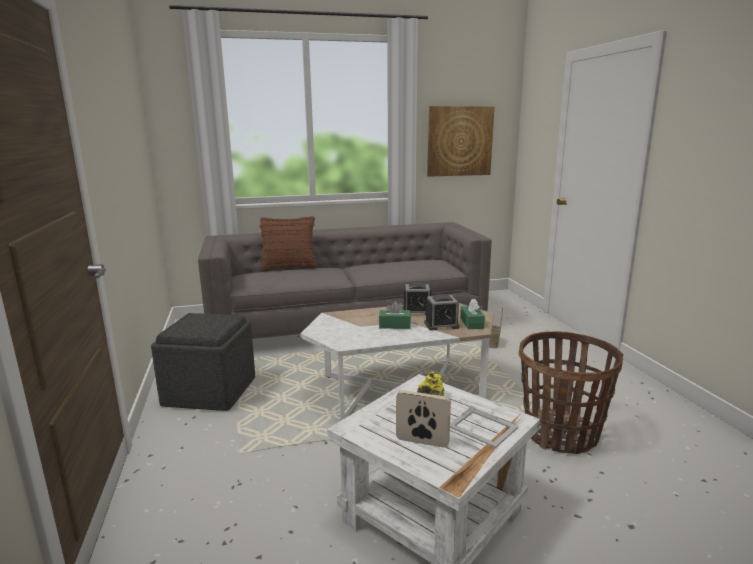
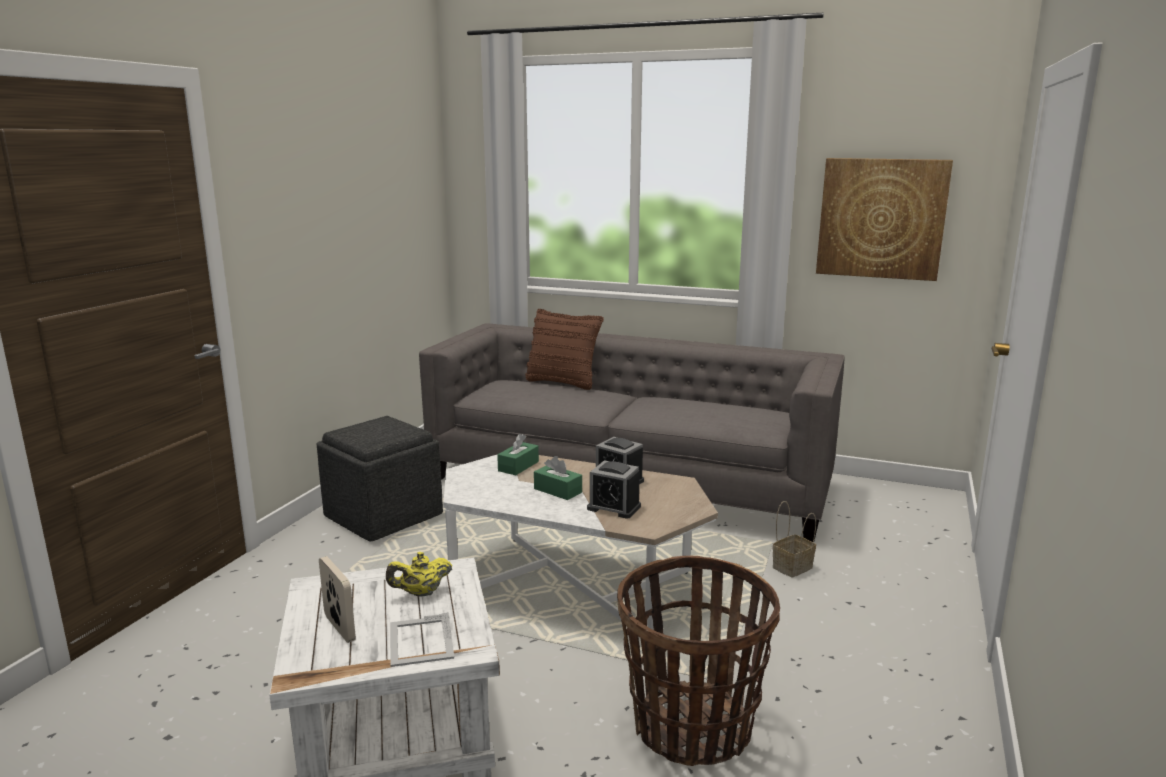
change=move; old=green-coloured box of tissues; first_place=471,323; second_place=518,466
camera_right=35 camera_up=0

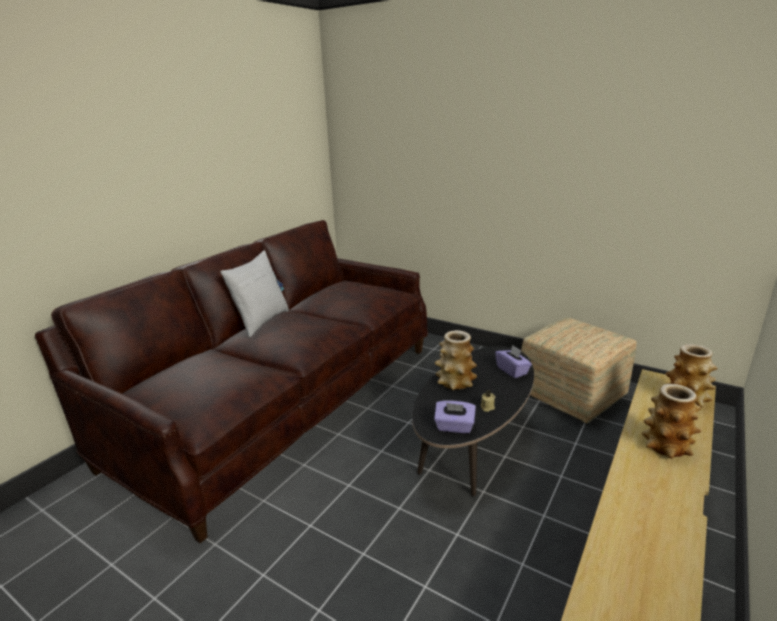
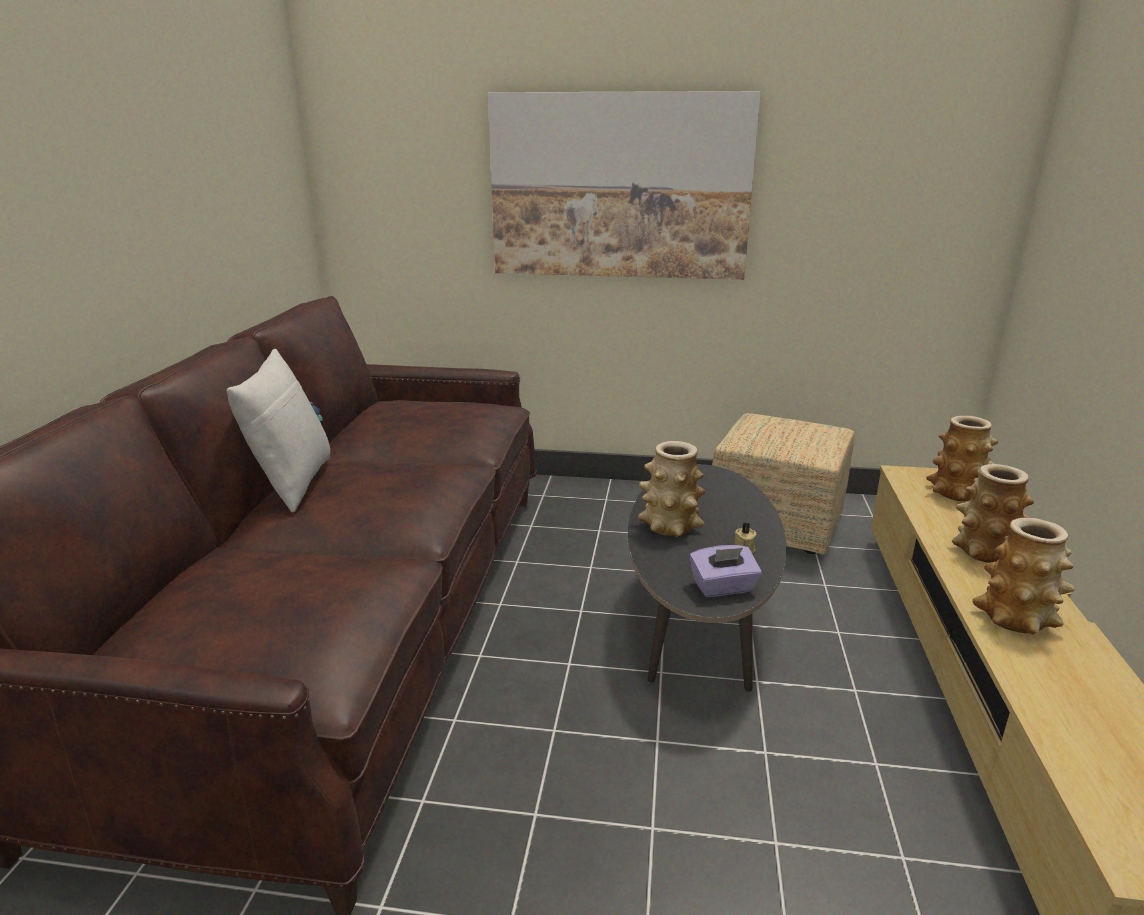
change=delete; old=purple-coloured box of tissues; first_place=512,370
change=insert; new=picture; second_place=619,187
change=insert; new=decorative vase; second_place=1016,618
camera_right=-25 camera_up=0

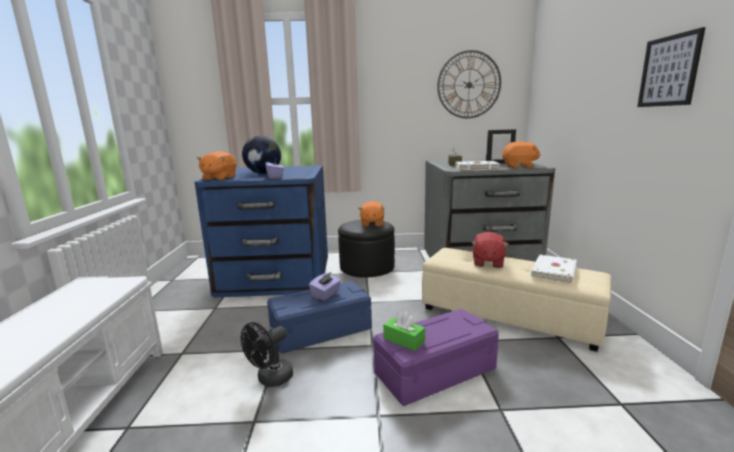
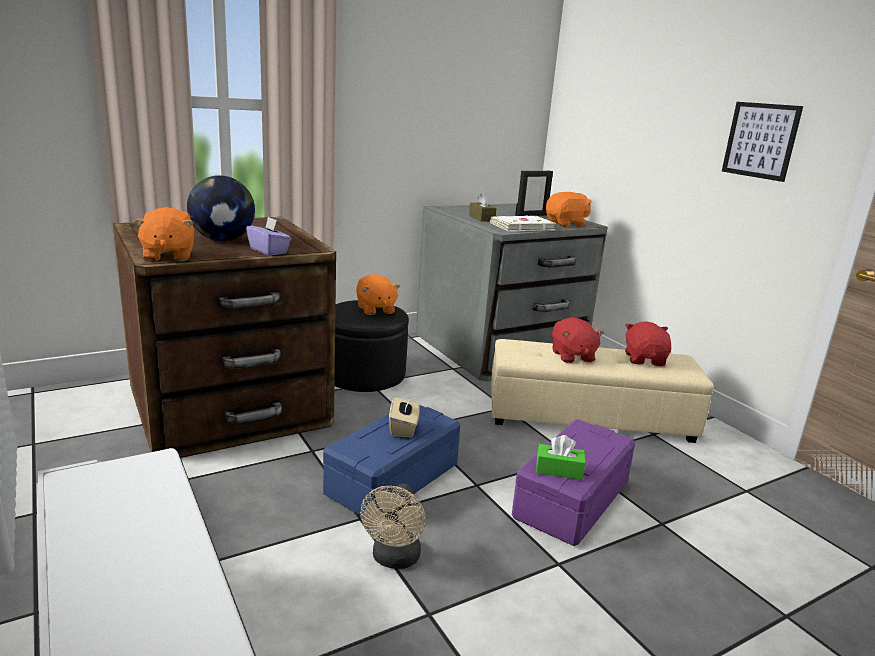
change=delete; old=hanging clock; first_place=469,85
change=recolor; old=blue-coloured drawer chest; new=brown-coloured drawer chest; first_place=276,275; second_place=232,405
change=replace; old=white volume; new=red cuddly toy; first_place=552,271; second_place=645,359
change=recolor; old=purple-coloured box of tissues; new=beige box of tissues; first_place=326,295; second_place=403,428
change=recolor; old=black-coloured fan; new=beige fan; first_place=270,379; second_place=394,559
camera_right=-30 camera_up=5

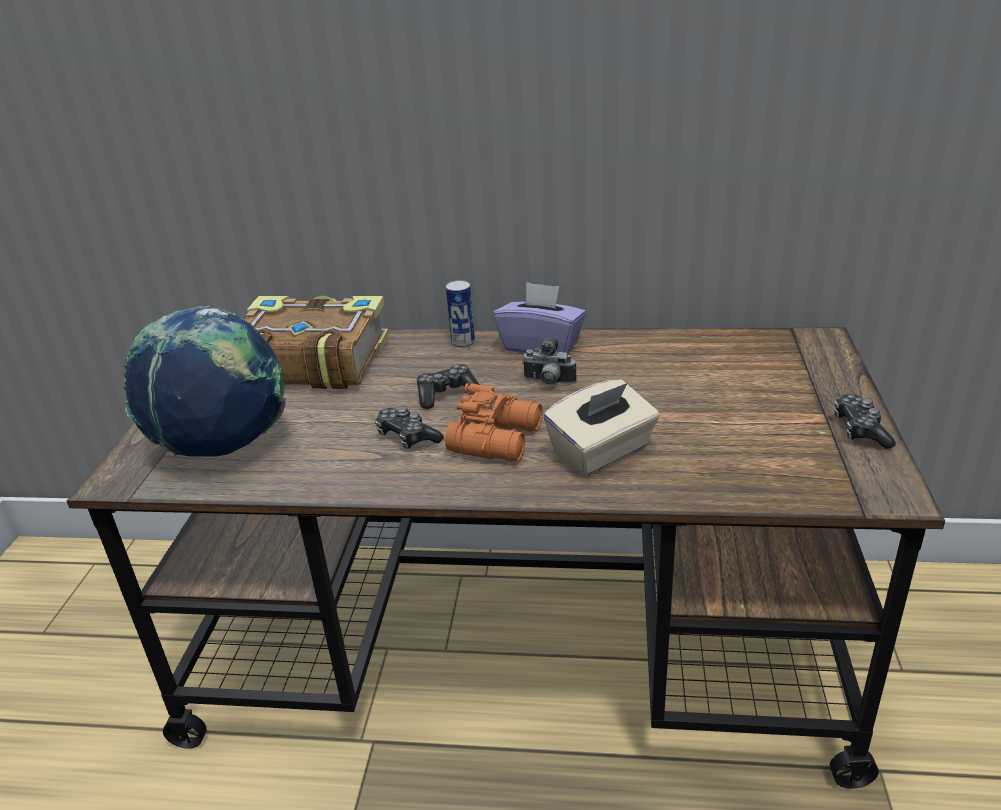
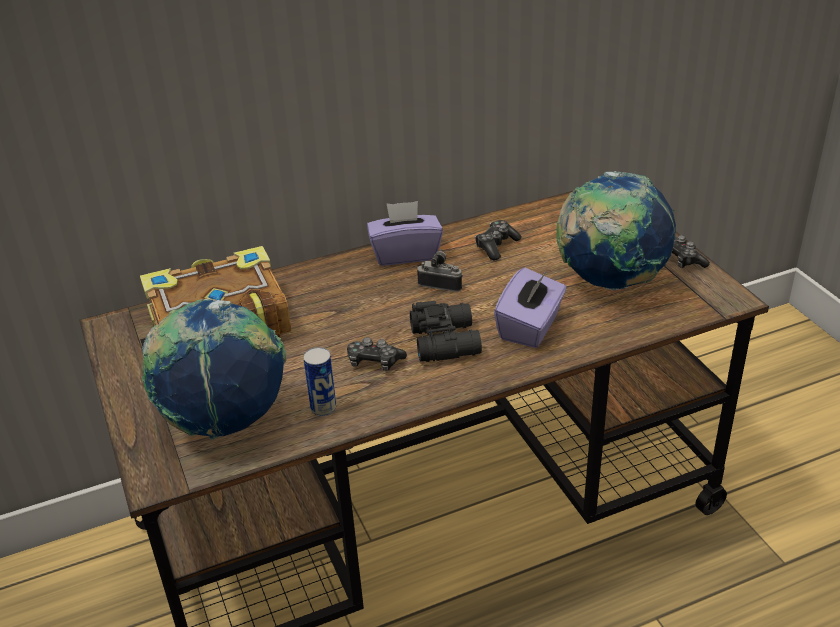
change=move; old=metal can; first_place=463,342; second_place=323,408
change=rotate; old=still camera; first_place=548,383; second_place=441,284; degrees=-150
change=move; old=joypad; first_place=446,394; second_place=496,246
change=recolor; old=beige box of tissues; new=purple-coloured box of tissues; first_place=602,452; second_place=530,327
change=recolor; old=orange-coloured binoculars; new=black-coloured binoculars; first_place=499,439; second_place=446,340
change=insert; new=desk globe; second_place=610,282
camera_right=-30 camera_up=5

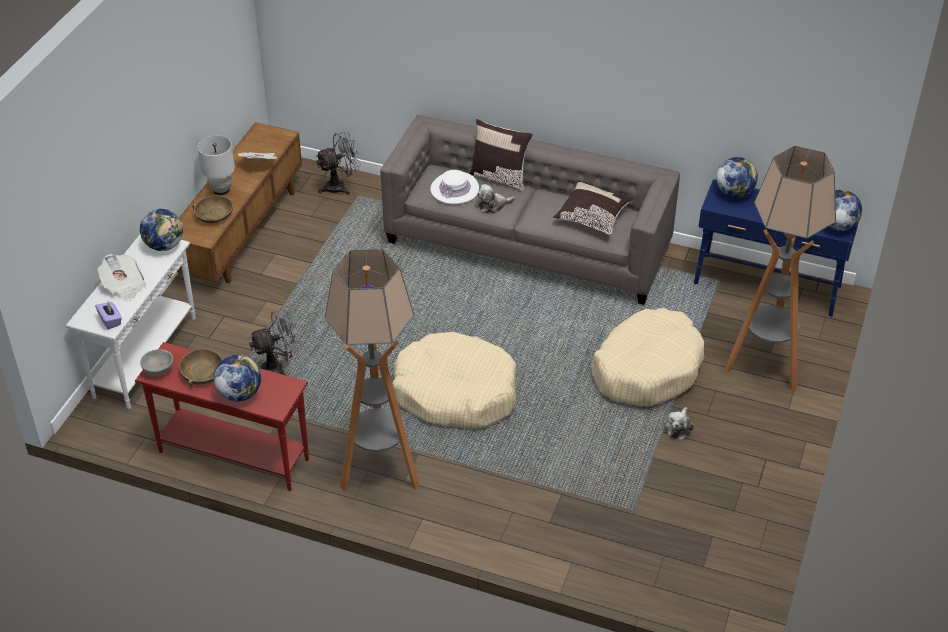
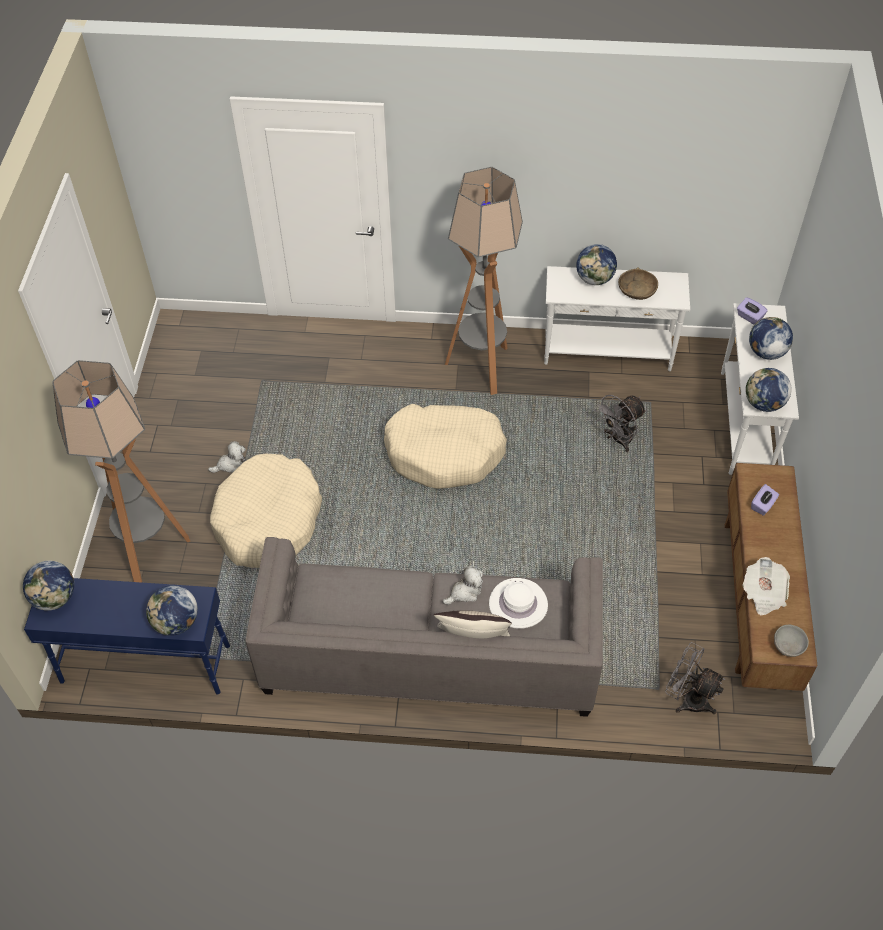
change=rotate; old=gray fan; first_place=340,186; second_place=688,698; degrees=75
change=delete; old=white table lamp; first_place=221,190
change=delete; old=pillow; first_place=593,216
change=replace; old=brown-coloured serving bowl; new=purple-coloured box of tissues; first_place=214,215; second_place=763,505
change=replace; old=newspaper; new=desk globe; first_place=124,286; second_place=766,352
change=recolor; old=red narrow table; new=white narrow table; first_place=232,456; second_place=608,353
change=move; old=gray serving bowl; first_place=158,370; second_place=788,647
change=rotate; old=cuddly toy; first_place=679,427; second_place=231,464; degrees=60
camera_right=165 camera_up=10

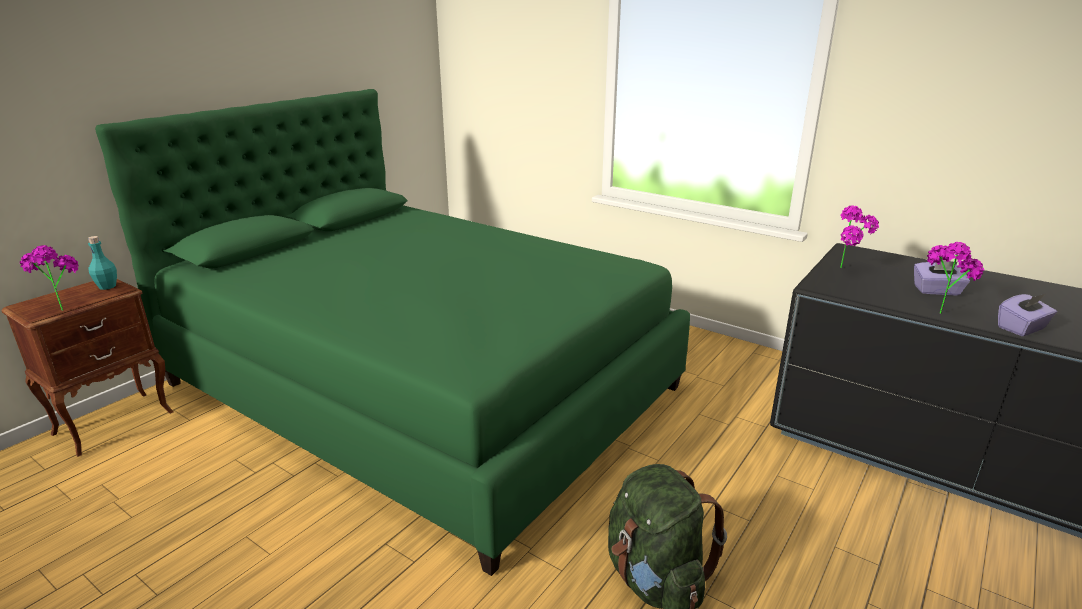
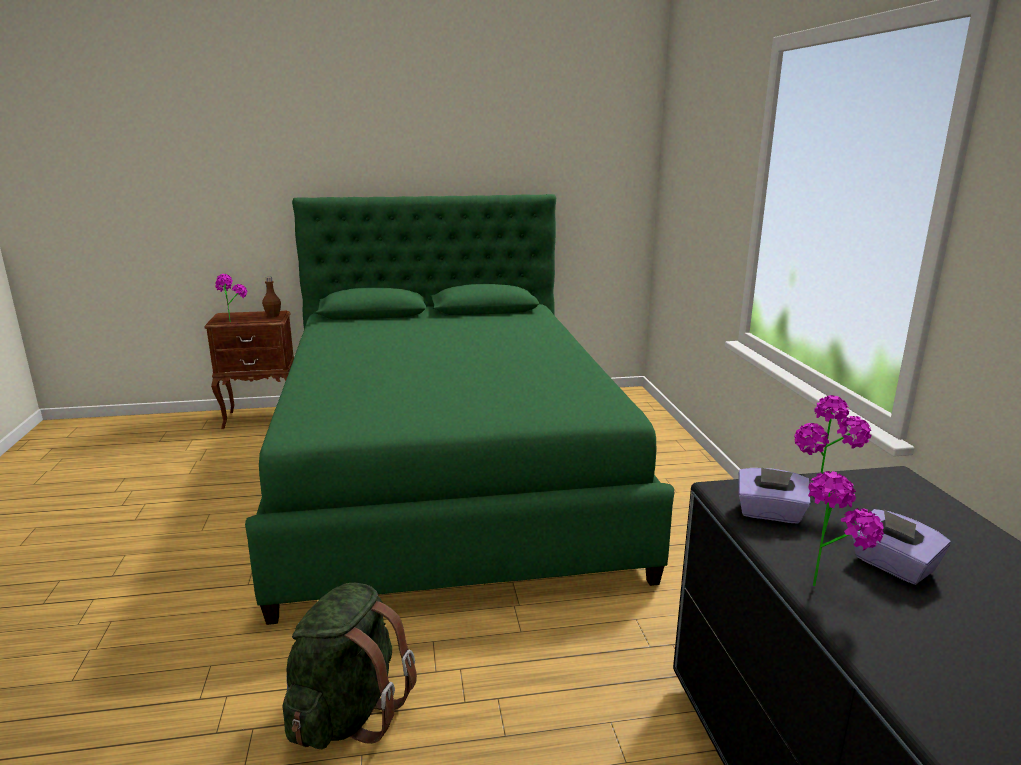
change=recolor; old=turquoise-coloured drink bottle; new=brown-coloured drink bottle; first_place=107,286; second_place=273,315
change=move; old=purple-coloured box of tissues; first_place=1021,328; second_place=770,513
camera_right=45 camera_up=-5

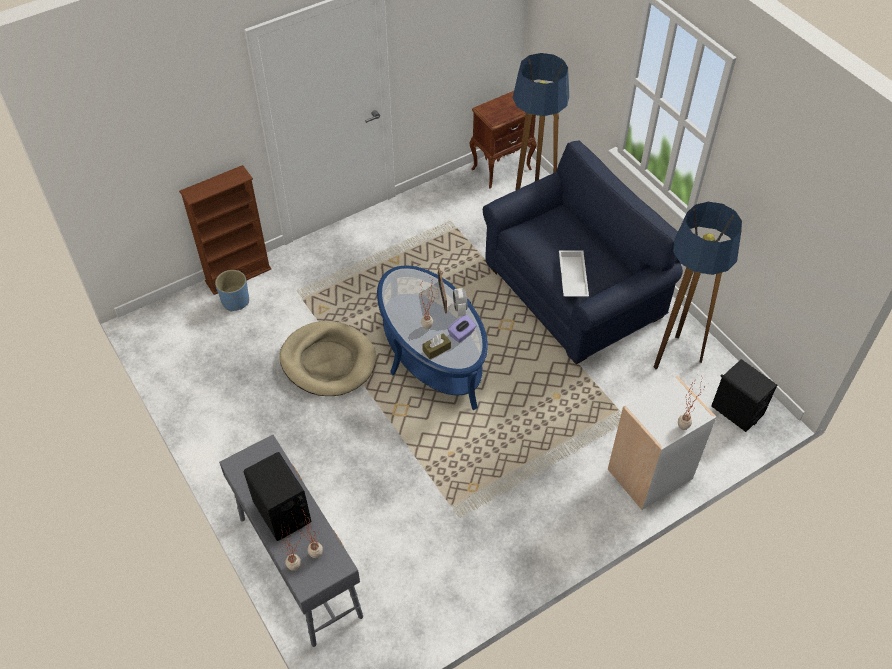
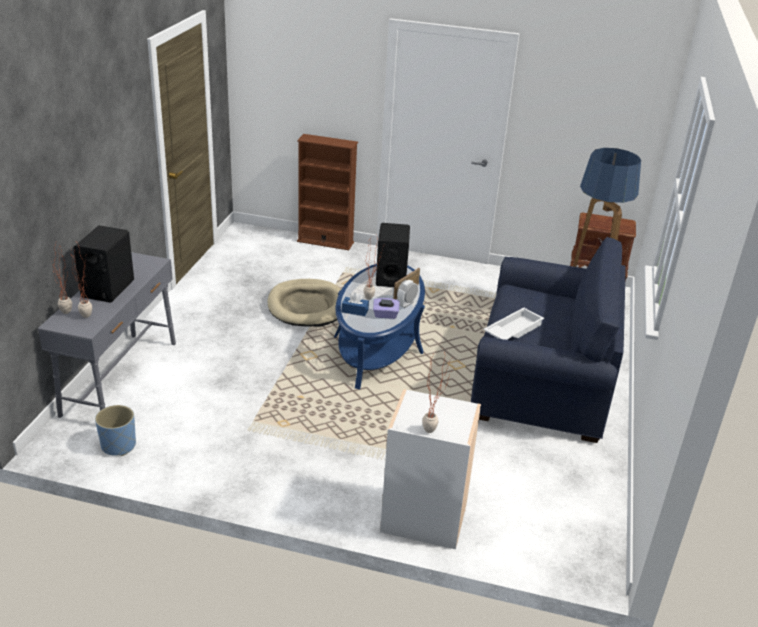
change=delete; old=standard lamp; first_place=673,357
change=move; old=blue-coloured flower pot; first_place=235,301; second_place=118,446
change=recolor; old=brown-coloured box of tissues; new=blue-coloured box of tissues; first_place=436,349; second_place=355,311
change=move; old=black-coloured loudspeaker; first_place=737,410; second_place=391,276
camera_right=45 camera_up=-20

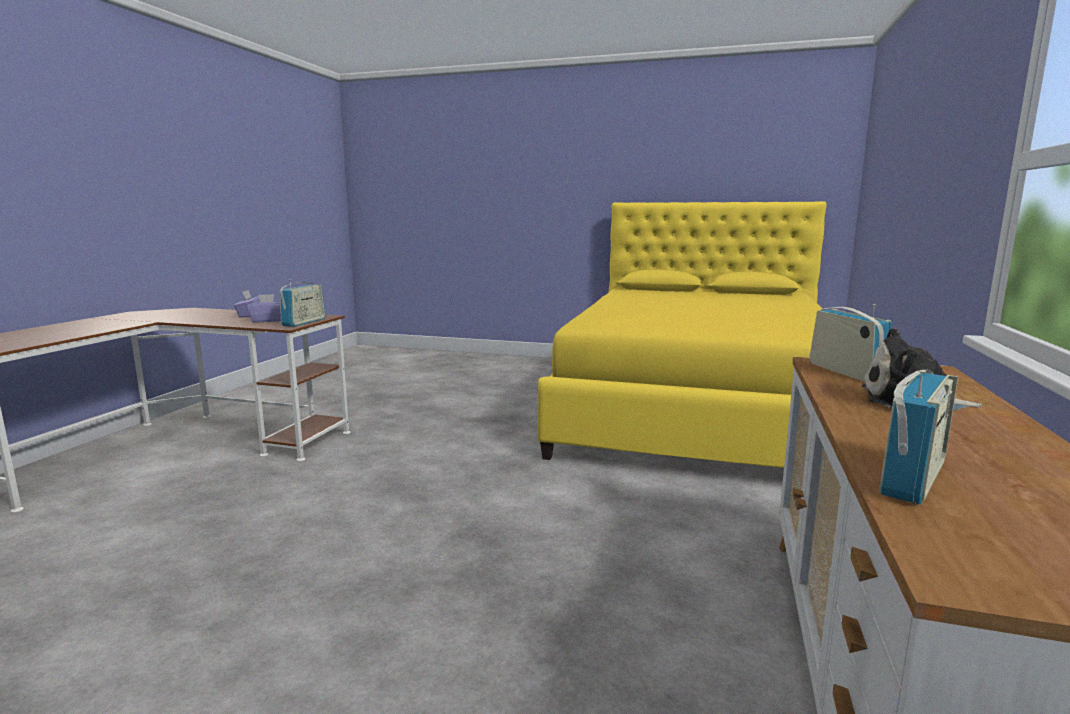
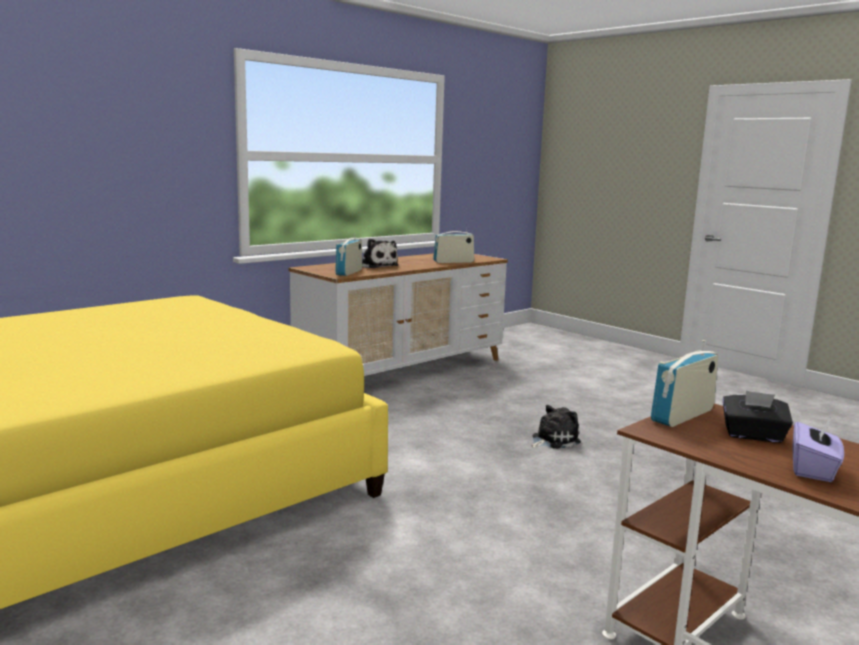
change=recolor; old=purple-coloured box of tissues; new=black-coloured box of tissues; first_place=268,320; second_place=753,435
change=insert; new=cuddly toy; second_place=553,440
camera_right=-150 camera_up=0

